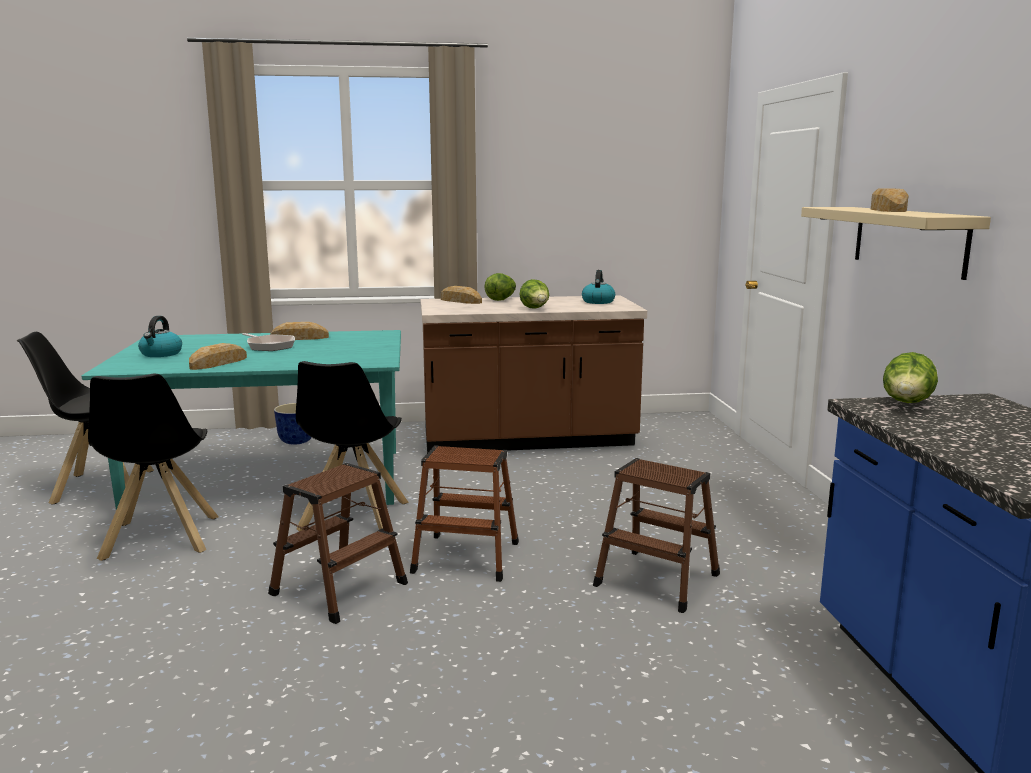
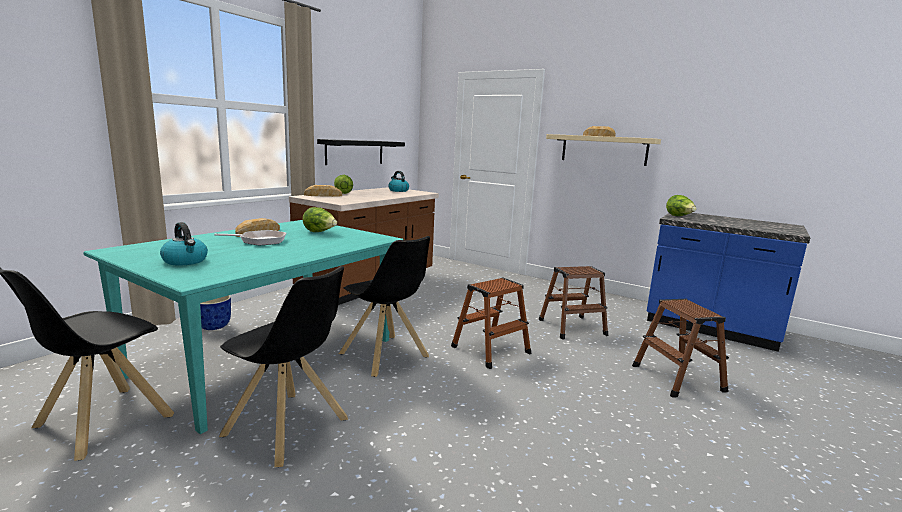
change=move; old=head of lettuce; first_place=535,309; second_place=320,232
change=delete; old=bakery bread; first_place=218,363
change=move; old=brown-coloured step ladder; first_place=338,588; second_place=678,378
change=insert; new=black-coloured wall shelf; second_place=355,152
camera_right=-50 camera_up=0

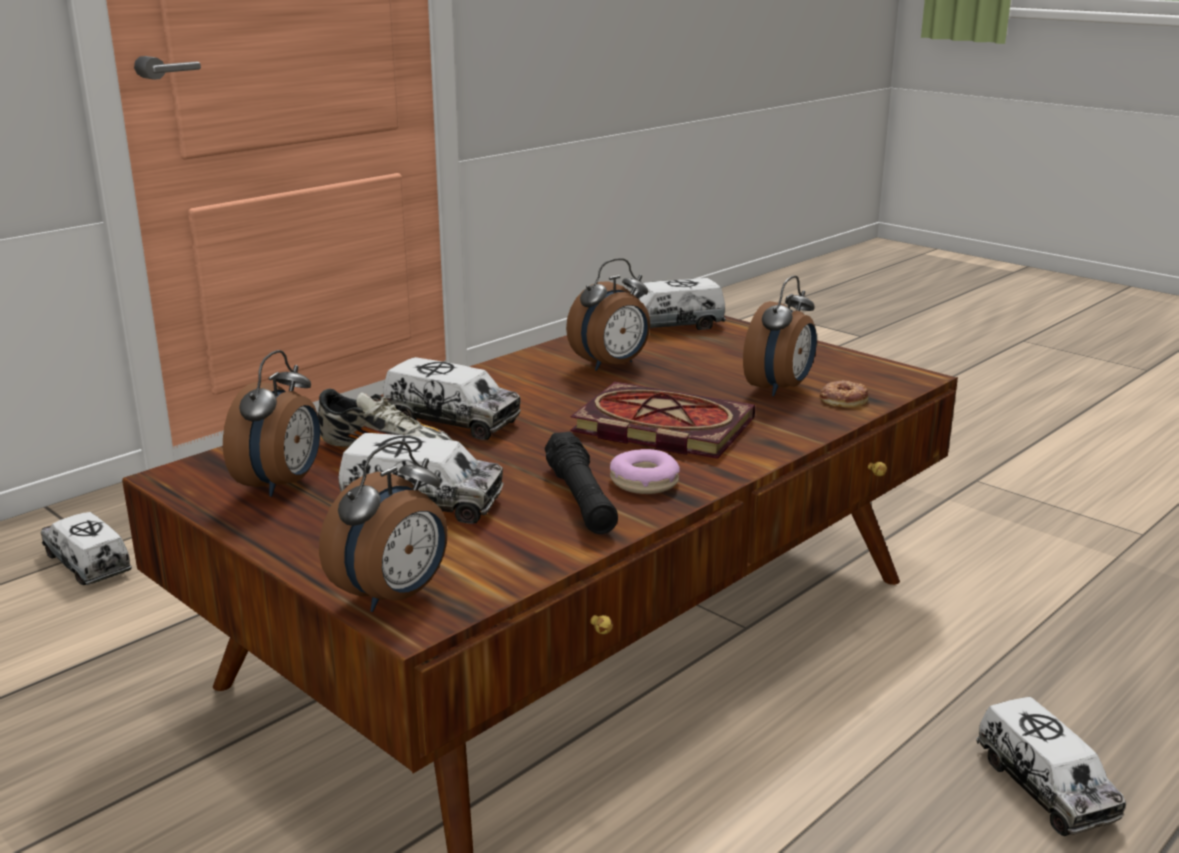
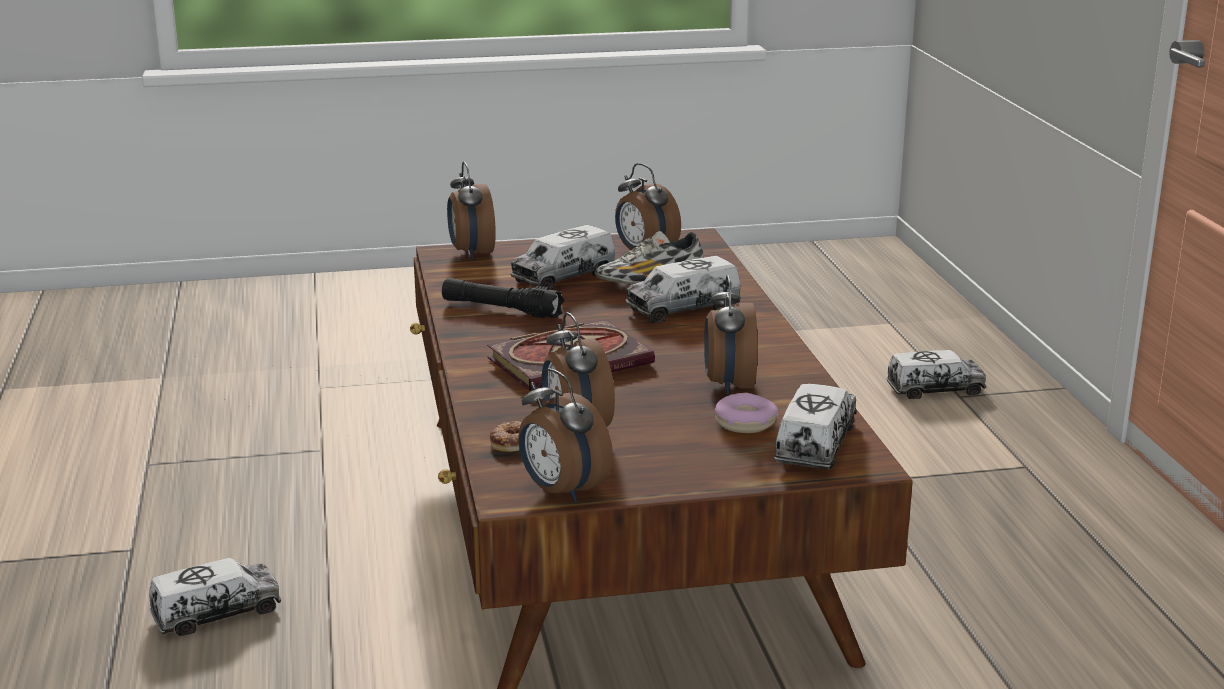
change=move; old=donut; first_place=644,482; second_place=745,423
change=rotate; old=toy truck; first_place=1044,787; second_place=216,613; degrees=135
change=insert; new=alarm clock; second_place=561,491
camera_right=125 camera_up=0

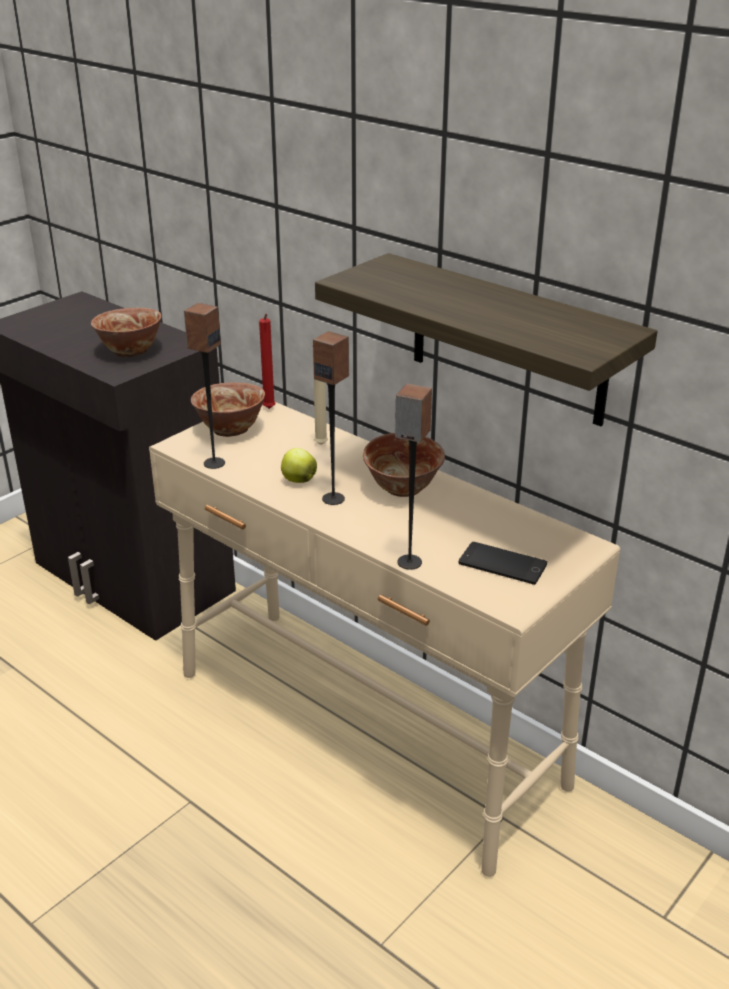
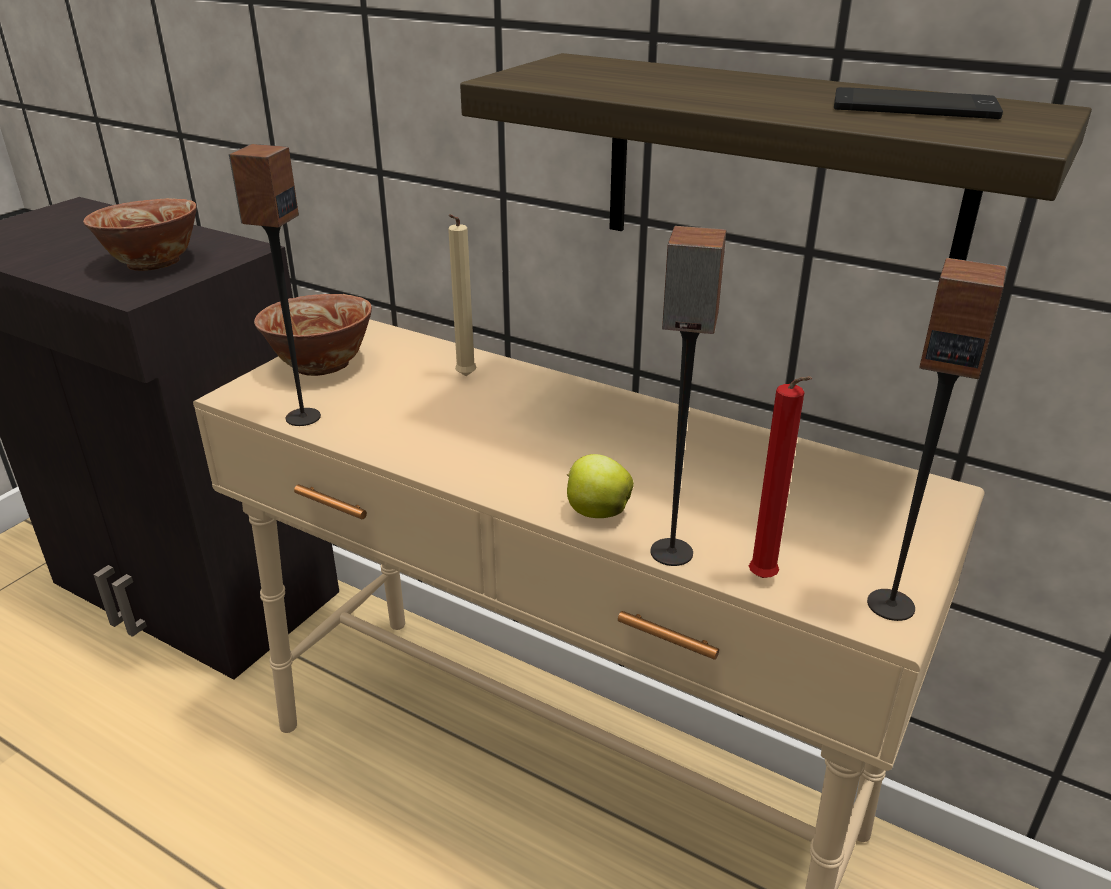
change=move; old=red candle; first_place=269,409; second_place=764,581
change=move; old=loudspeaker; first_place=333,498; second_place=891,604
change=delete; old=serving bowl; first_place=403,488
change=move; old=apple; first_place=298,480; second_place=596,512
change=move; old=telephone; first_place=502,564; second_place=914,106
camera_right=-10 camera_up=0

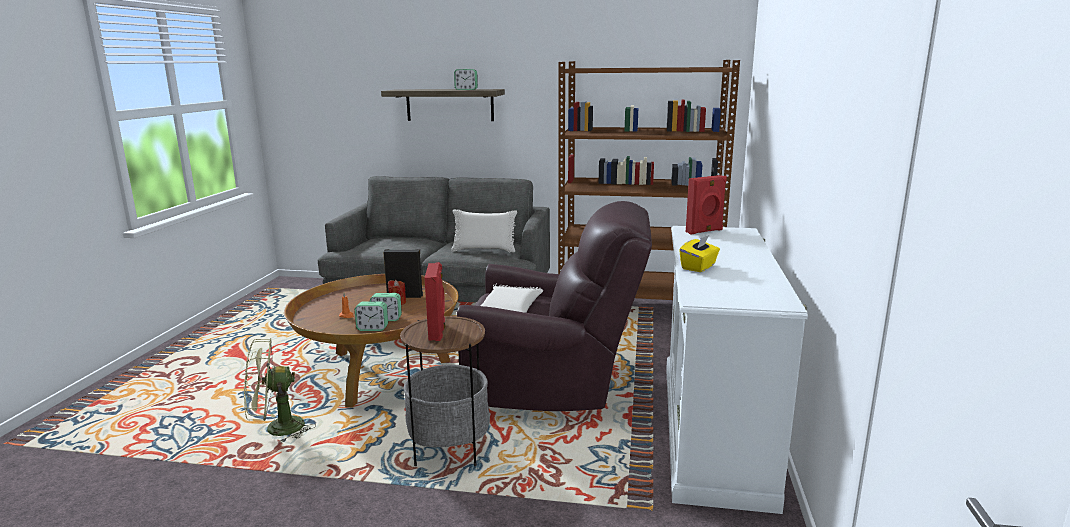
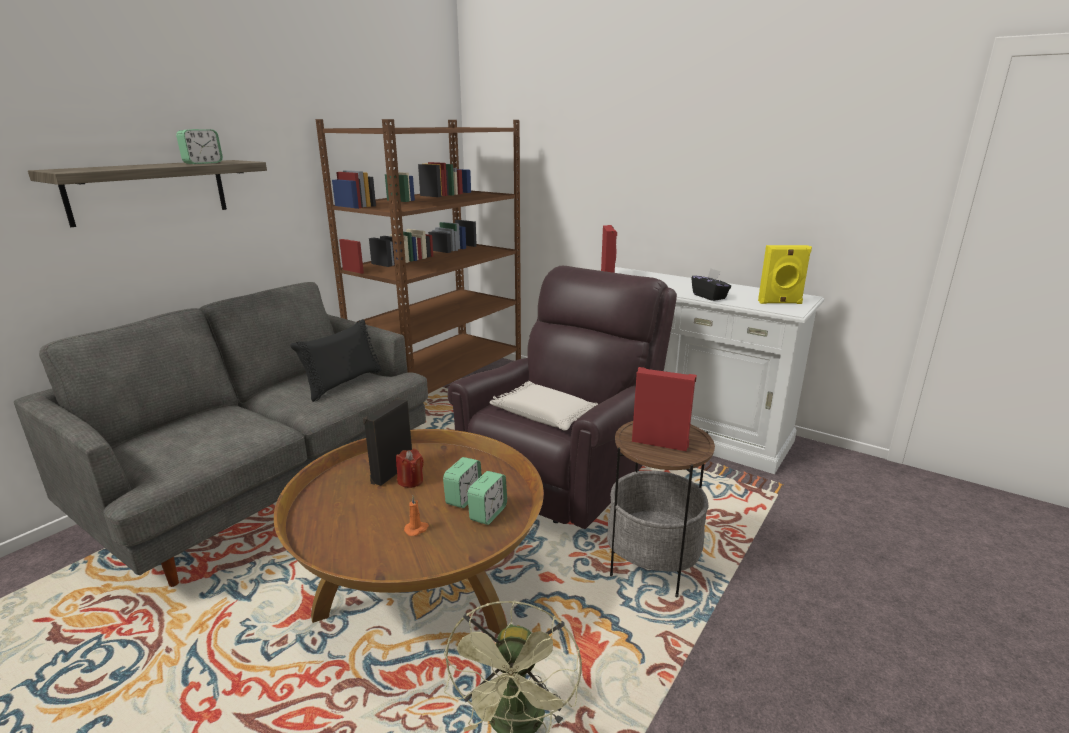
change=recolor; old=white pillow; new=black-coloured pillow; first_place=484,250; second_place=342,383
change=recolor; old=yellow-coloured box of tissues; new=black-coloured box of tissues; first_place=699,267; second_place=709,296
change=insert; new=yellow-coloured loudspeaker; second_place=780,303
camera_right=-65 camera_up=5

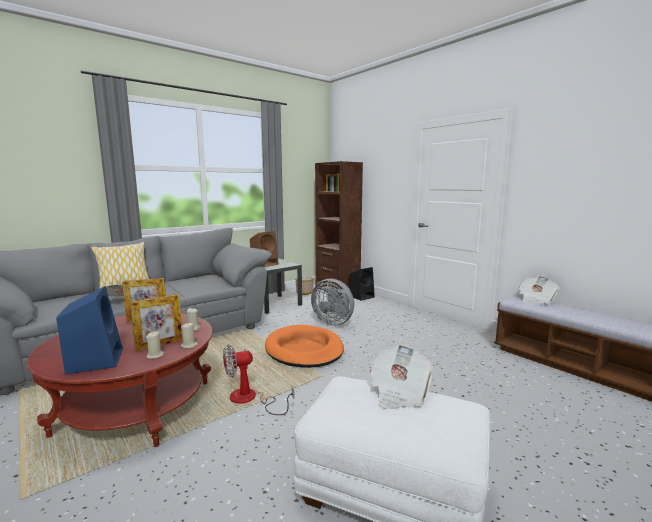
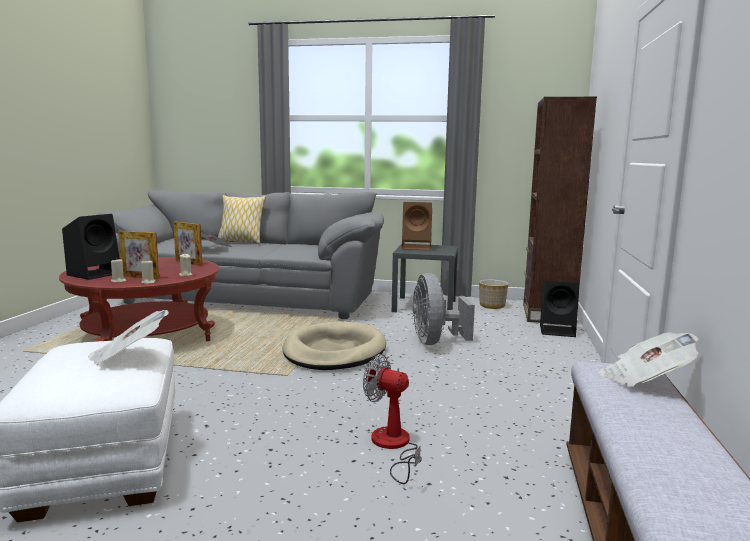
change=recolor; old=blue-coloured loudspeaker; new=black-coloured loudspeaker; first_place=95,360; second_place=95,274
change=recolor; old=orange-coloured dog bed; new=beige dog bed; first_place=304,350; second_place=334,351
change=move; old=fan; first_place=250,400; second_place=393,446
camera_right=50 camera_up=0

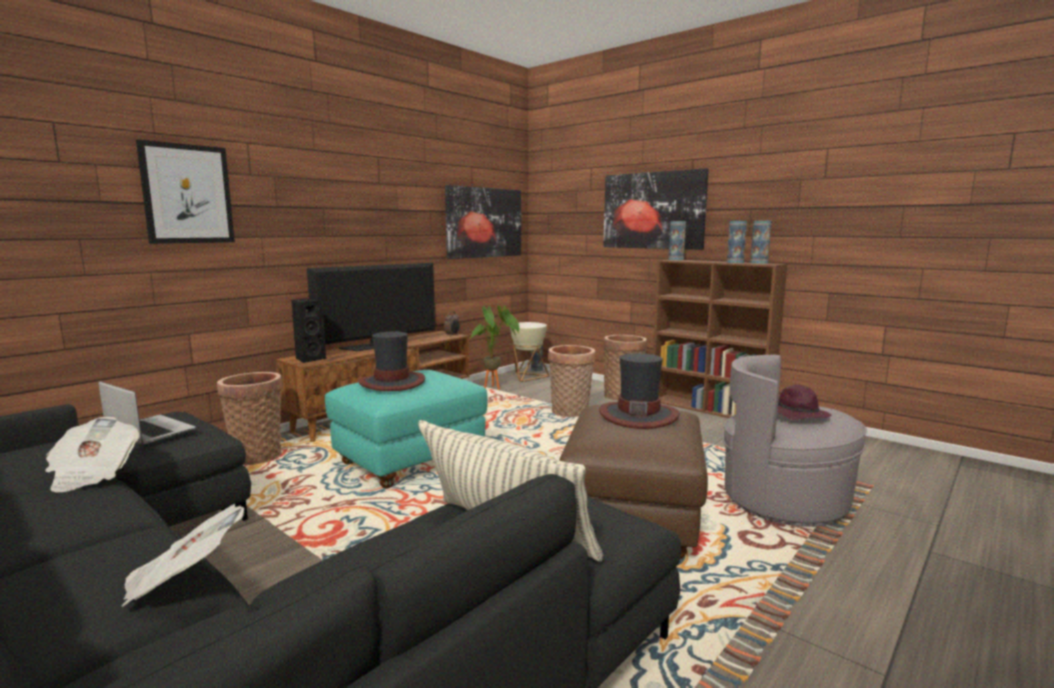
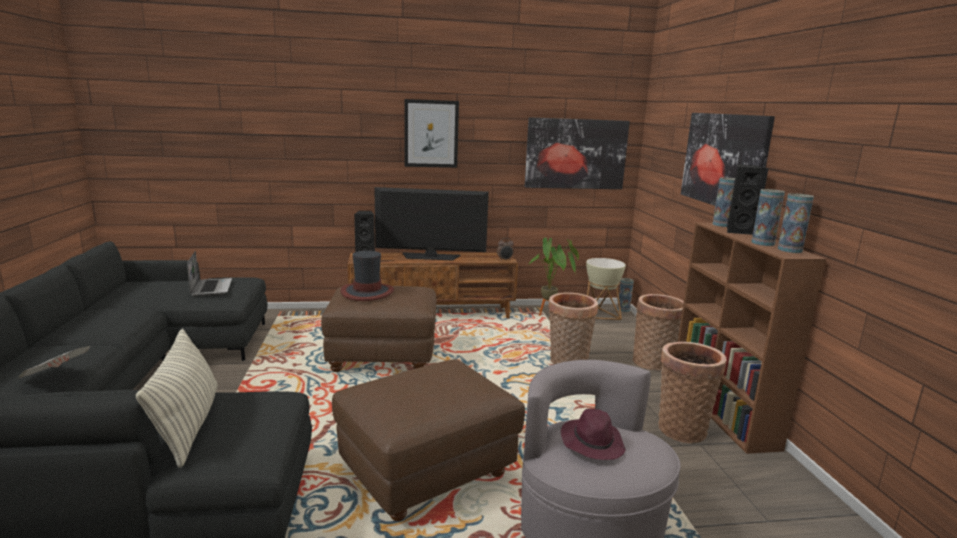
change=move; old=picture; first_place=187,194; second_place=431,133
change=delete; old=clothing hat; first_place=638,415
change=recolor; old=turquoise-coloured footrest; new=brown-coloured footrest; first_place=410,459; second_place=383,356
change=move; old=household basket; first_place=257,455; second_place=682,428
change=delete; old=newspaper; first_place=92,474
change=insert; new=black-coloured loudspeaker; second_place=739,231
camera_right=40 camera_up=5

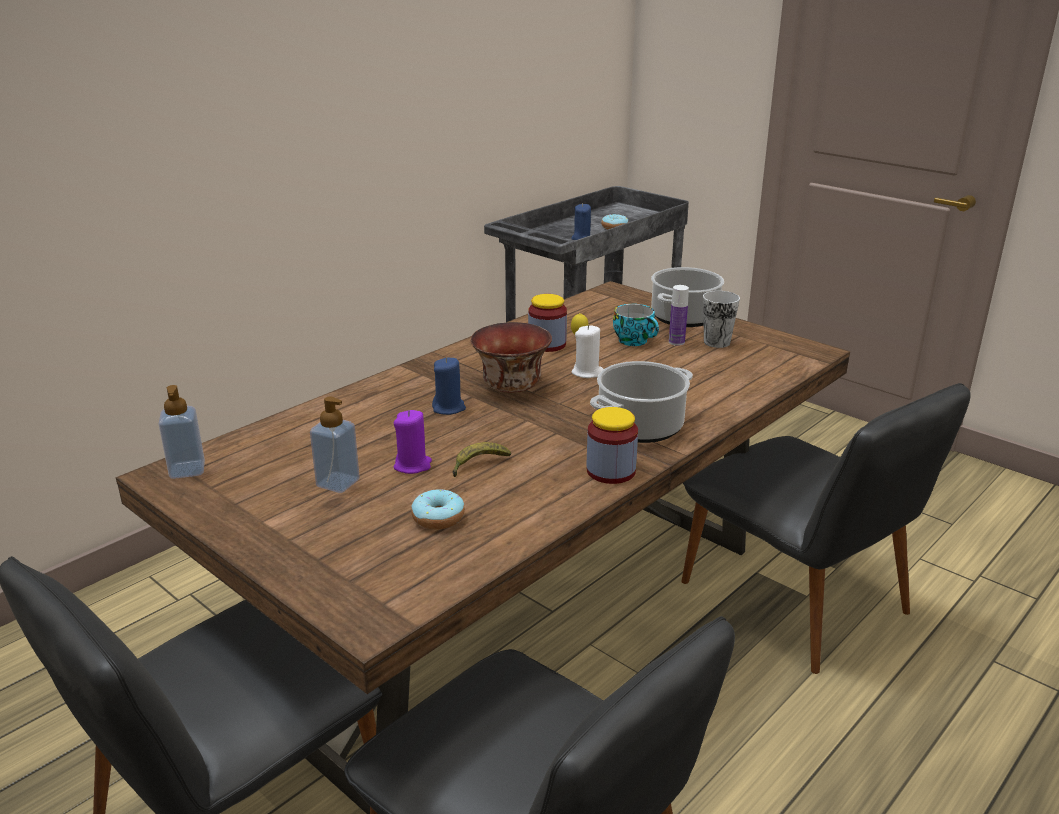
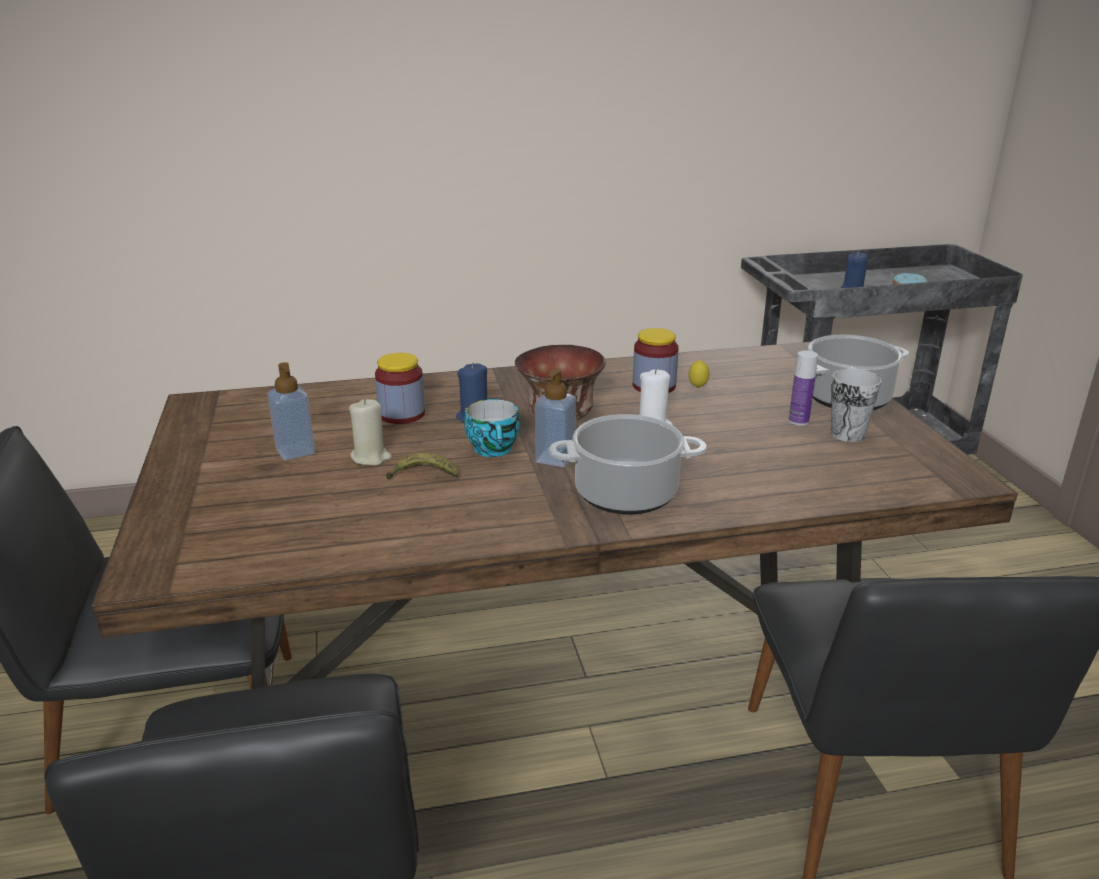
change=move; old=cup; first_place=635,341; second_place=495,449
change=move; old=soap bottle; first_place=187,470; second_place=555,458
change=move; old=storage jar; first_place=611,471; second_place=402,414
change=recolor; old=purple-coloured candle; new=beige candle; first_place=413,465; second_place=371,457
change=delete; old=donut; first_place=438,518
camera_right=35 camera_up=0

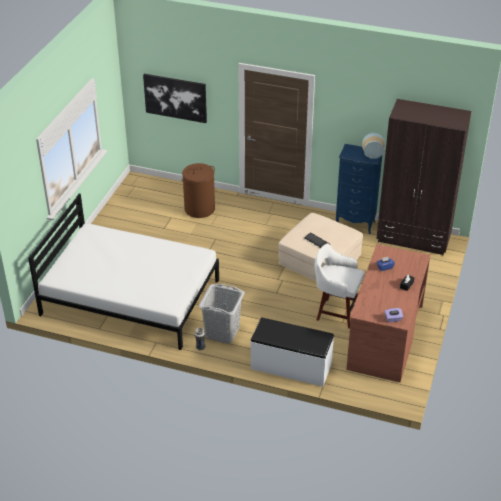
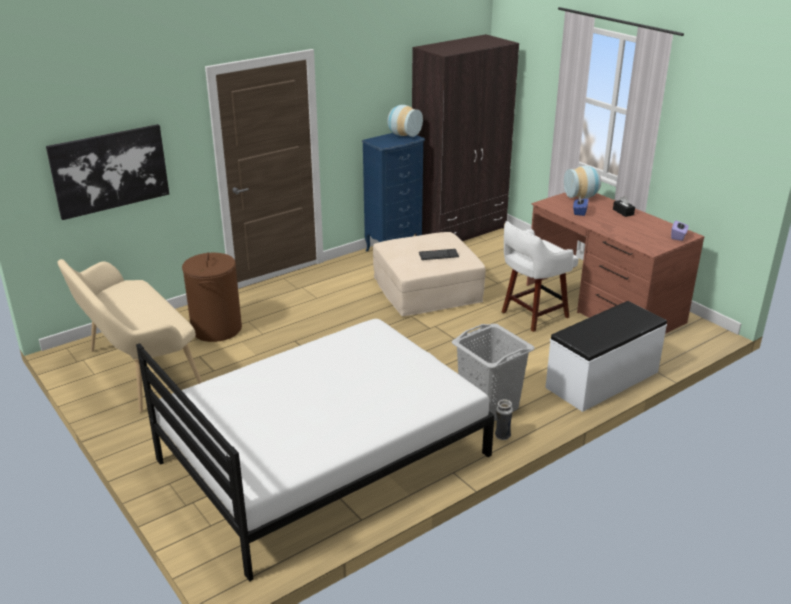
change=insert; new=decorative vase; second_place=582,197
change=insert; new=beige long seat; second_place=138,371
camera_right=-55 camera_up=-10

